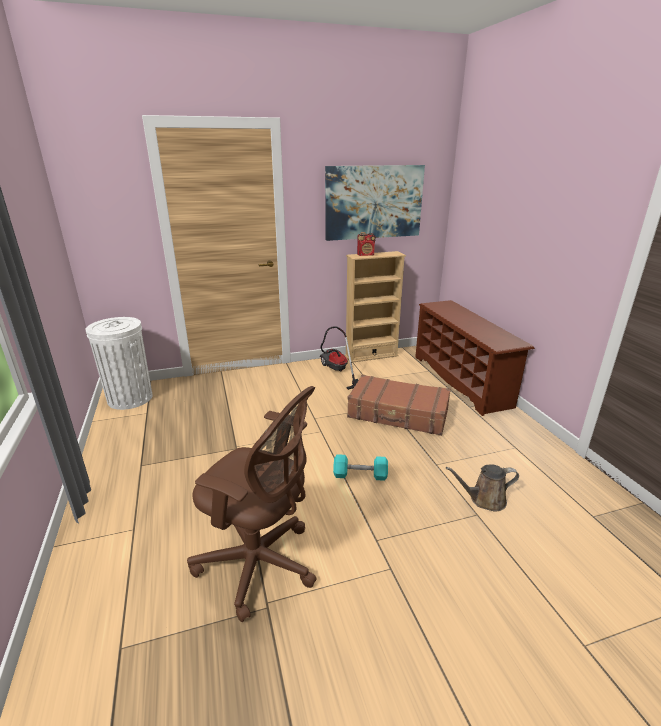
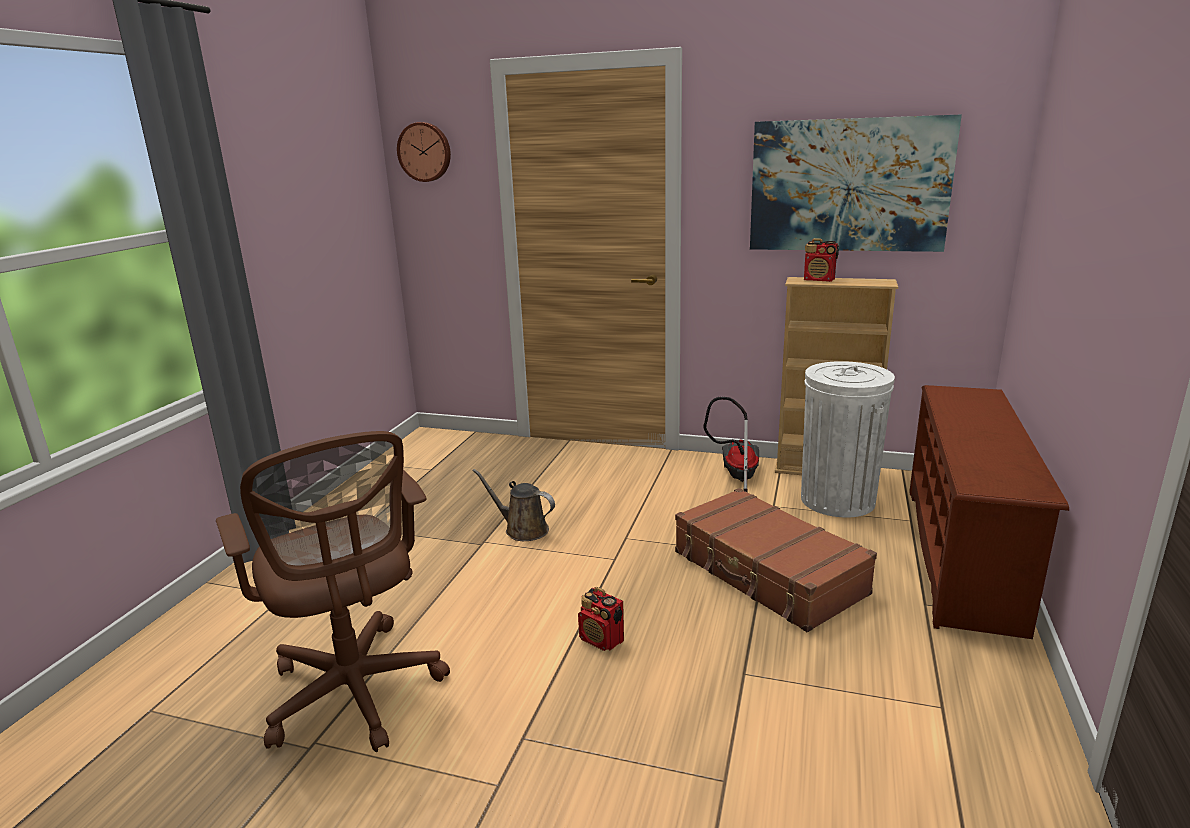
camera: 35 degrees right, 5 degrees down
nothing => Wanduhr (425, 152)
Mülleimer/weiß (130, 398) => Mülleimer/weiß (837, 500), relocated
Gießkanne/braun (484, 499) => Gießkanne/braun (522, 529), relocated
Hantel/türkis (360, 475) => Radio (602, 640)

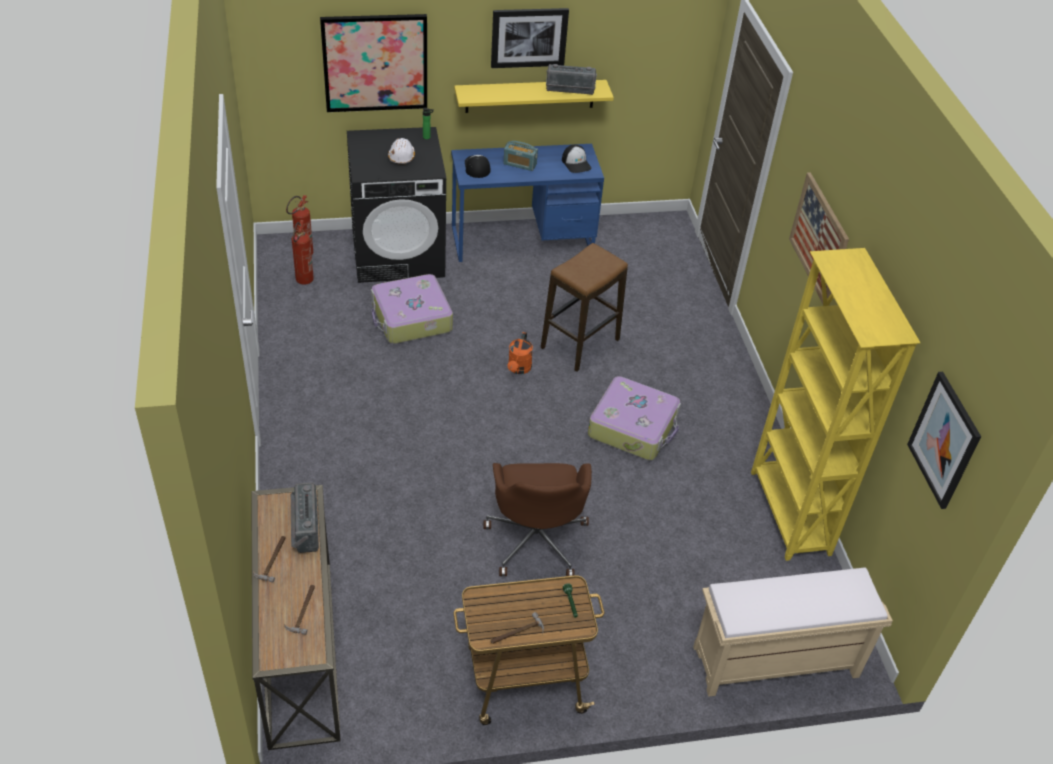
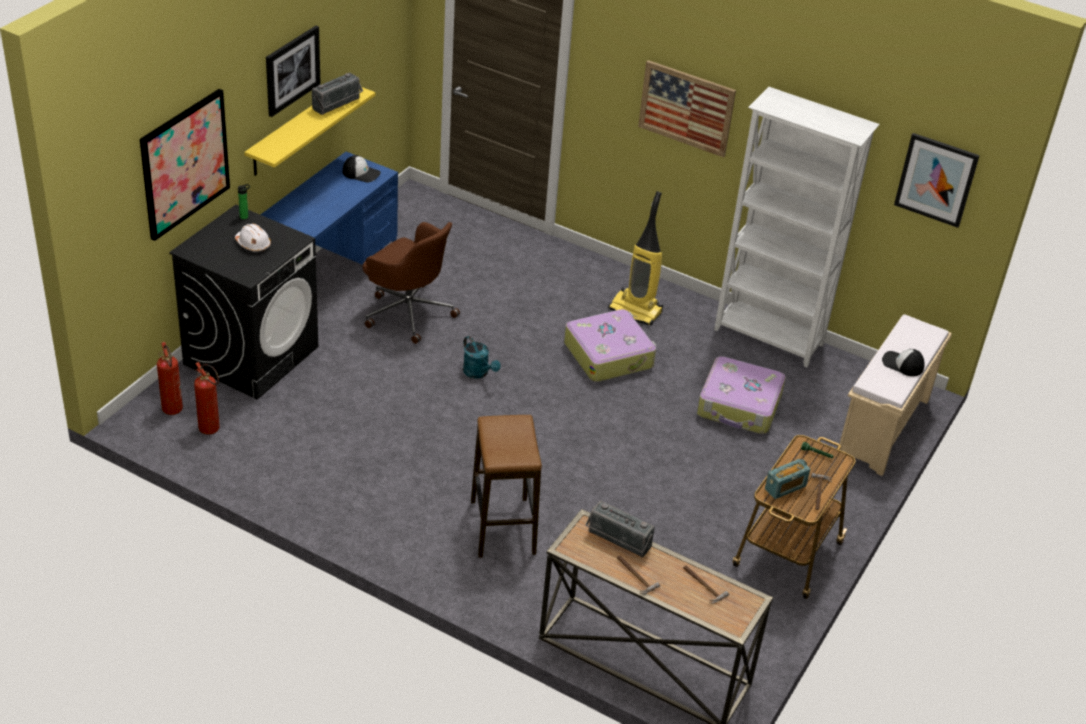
camera: 50 degrees left, 5 degrees down
nothing => Staubsauger (636, 310)
Koffer (411, 318) => Koffer (739, 406), relocated
Kappe (476, 167) => Kappe (902, 364), relocated
Bürostuhl/braun (536, 539) => Bürostuhl/braun (408, 312), relocated
Radio (520, 164) => Radio (785, 487), relocated
Hocker (580, 344) => Hocker (502, 527), relocated
Gießkanne/orange (518, 369) => Gießkanne/türkis (478, 373)
Bücherregal/gelb (789, 513) => Bücherregal/weiß (769, 338)

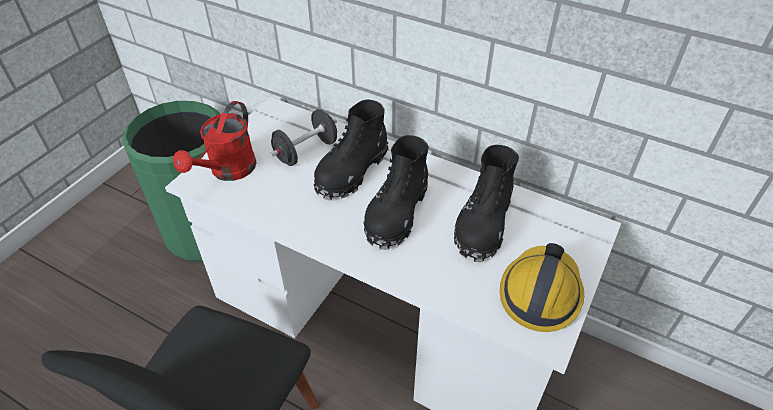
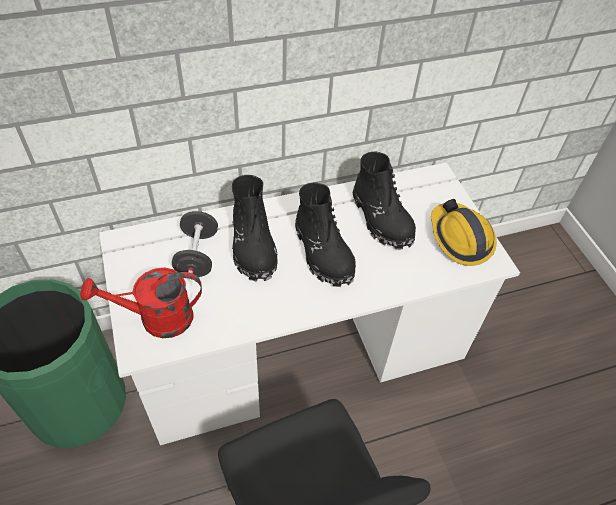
camera: 50 degrees left, 5 degrees up
Gießkanne/rot (228, 171) => Gießkanne/rot (156, 319), 105 degrees clockwise

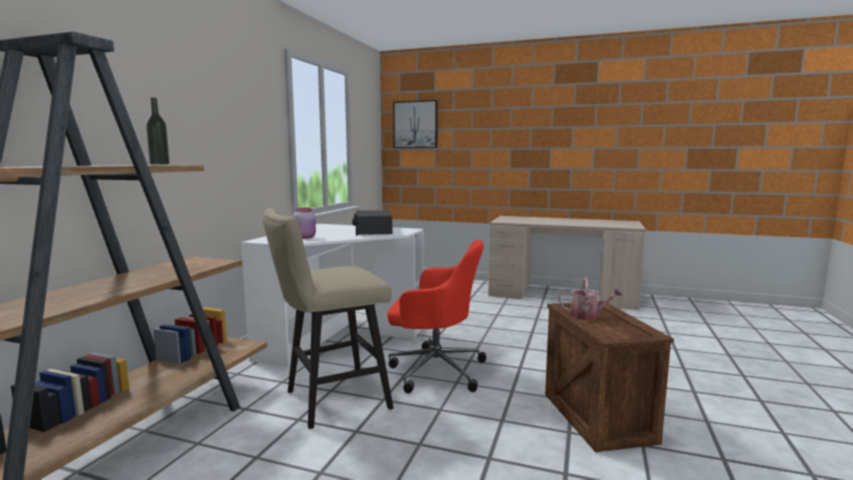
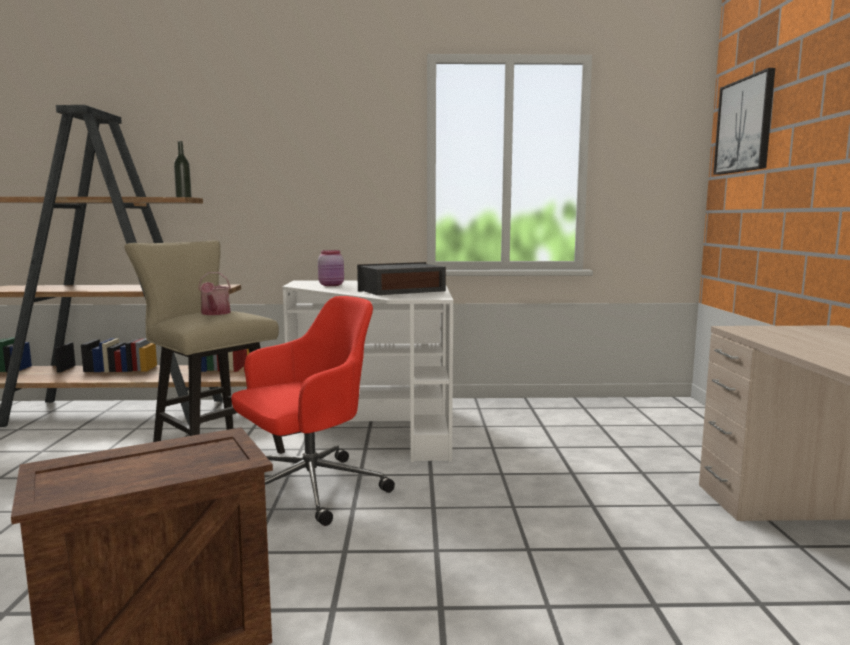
camera: 70 degrees right, 0 degrees up
Gießkanne (588, 316) => Gießkanne (215, 313), relocated
Bürostuhl/rot (434, 370) => Bürostuhl/rot (308, 489), 120 degrees counterclockwise

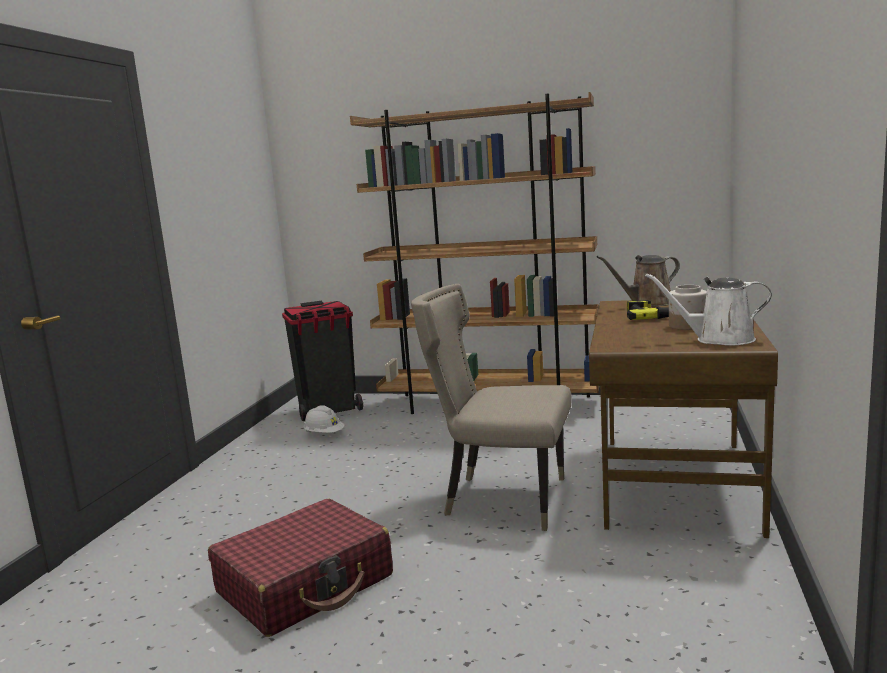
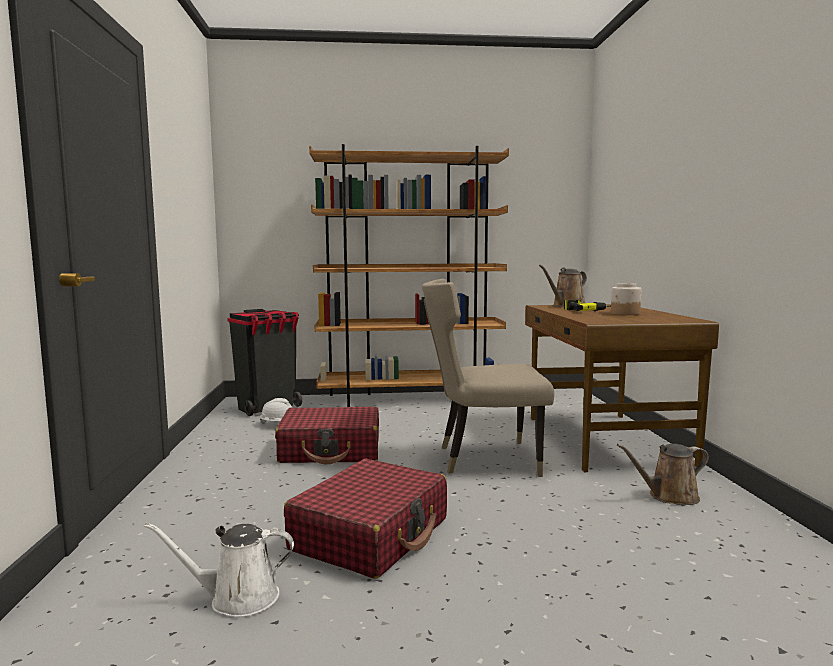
camera: 20 degrees left, 5 degrees down
nothing => Koffer/rot (331, 450)
nothing => Gießkanne/braun (669, 496)
Gießkanne/weiß (718, 340) => Gießkanne/weiß (237, 598), relocated

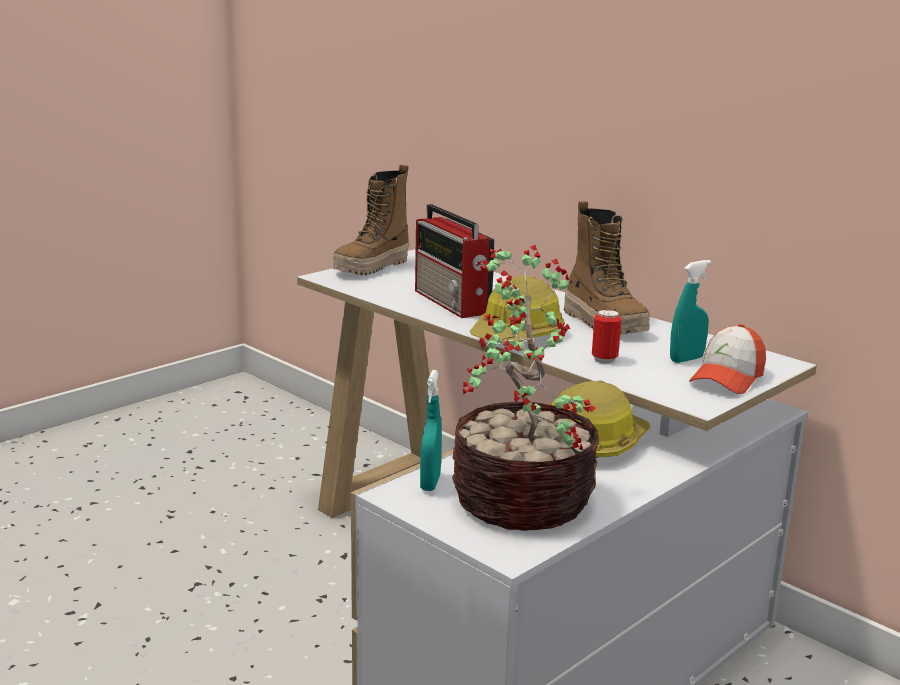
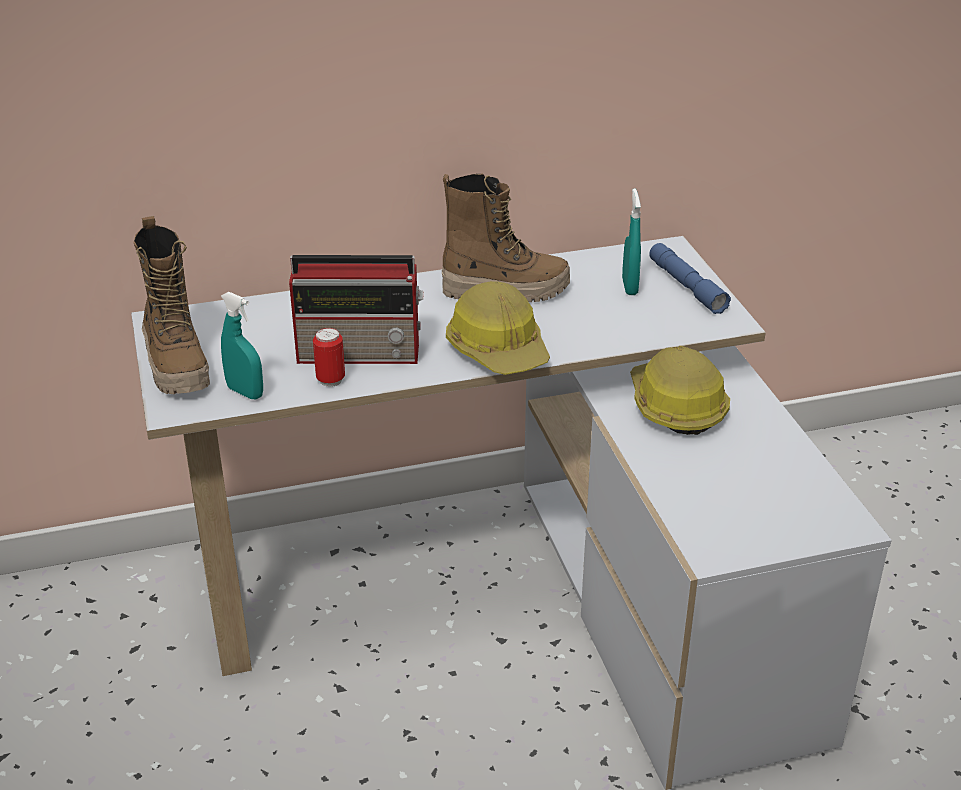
camera: 60 degrees left, 15 degrees up
Topfpflanze (519, 497) => nothing
Sprühflasche/türkis (430, 483) => Sprühflasche/türkis (245, 392), relocated
Dose (604, 359) => Dose (330, 380), relocated
Kappe (727, 378) => Taschenlampe/blau (686, 286)

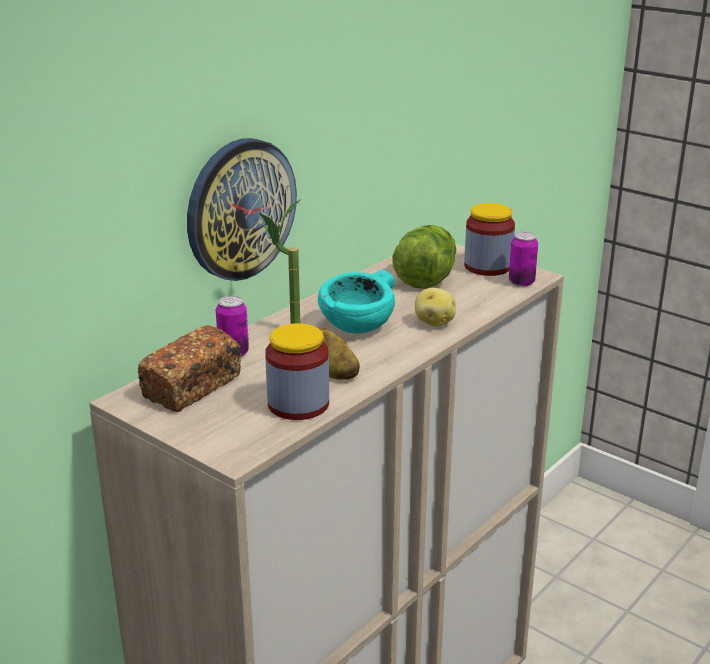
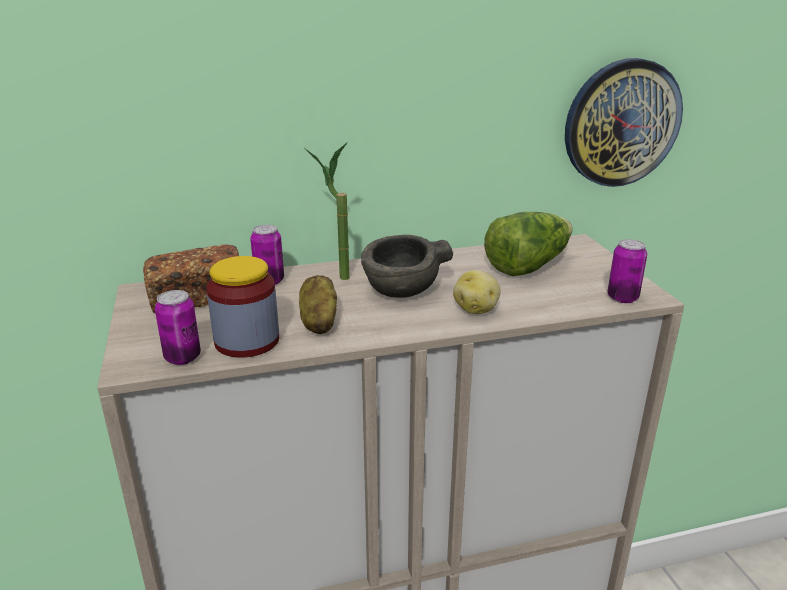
camera: 35 degrees right, 0 degrees up
Vorratsglas (487, 266) => nothing
nothing => Dose (182, 357)
Wanduhr (240, 209) => Wanduhr (621, 123), relocated
Schüssel/türkis (358, 326) => Schüssel/grau (401, 290)

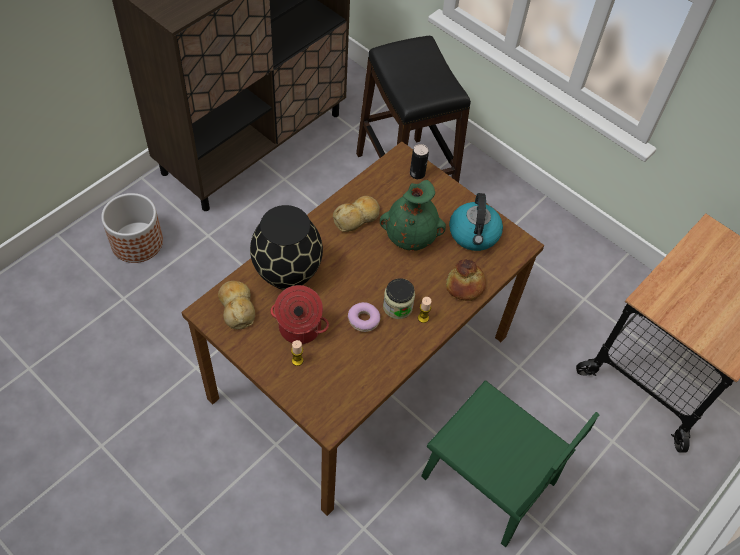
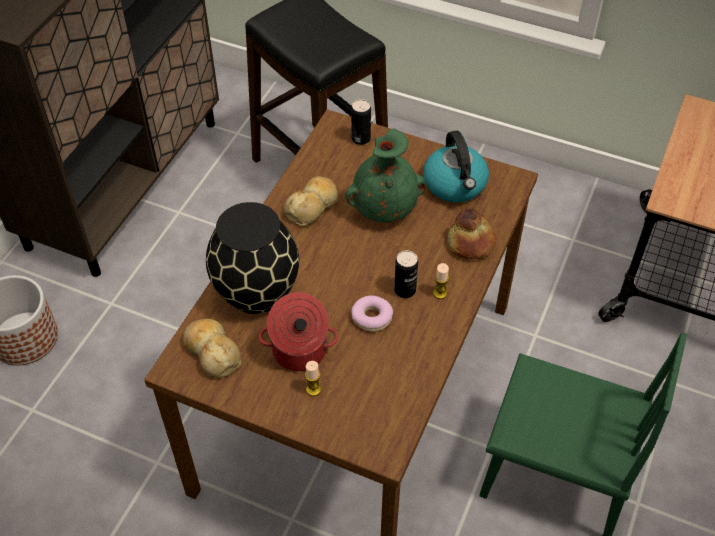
camera: 15 degrees left, 5 degrees down
Vorratsglas (397, 306) => Dose (405, 290)

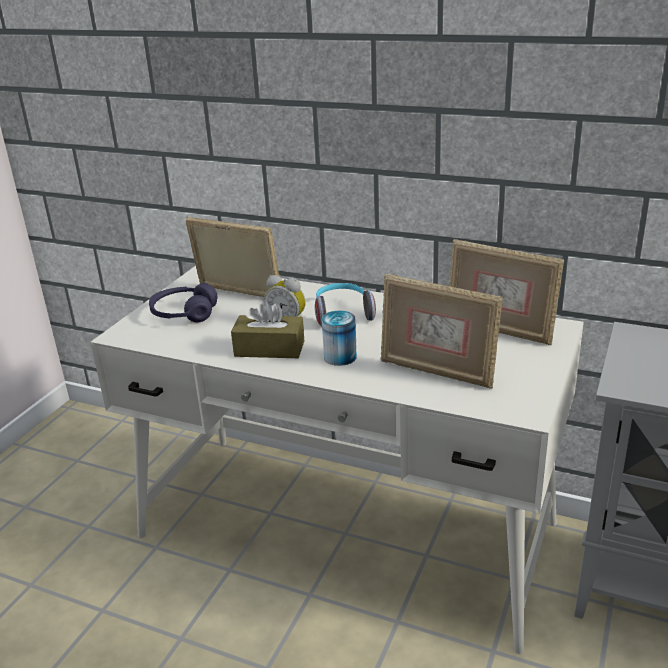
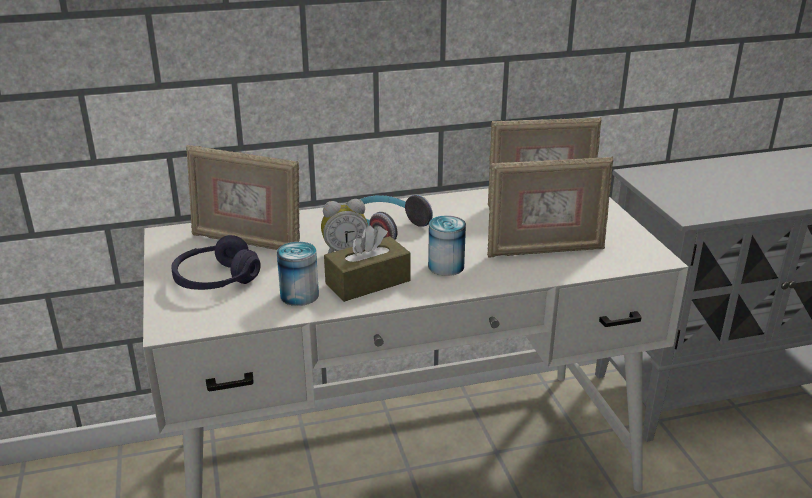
camera: 40 degrees left, 0 degrees up
nothing => Dose (299, 295)
Bilderrahmen (238, 294) => Bilderrahmen (247, 242), 150 degrees counterclockwise

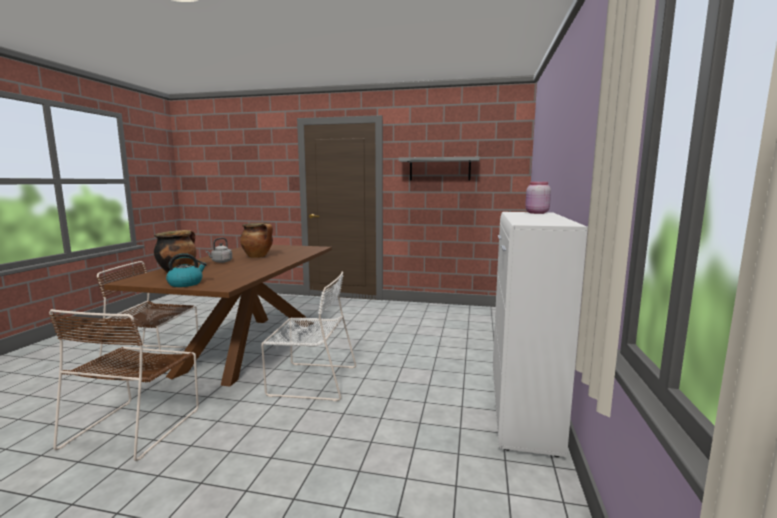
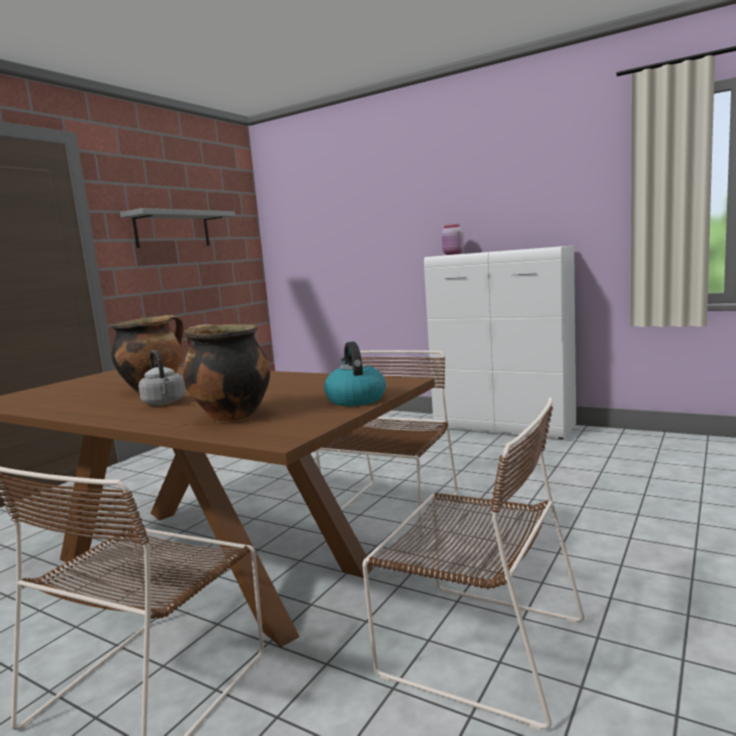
camera: 70 degrees left, 0 degrees up
Stuhl/weiß (310, 380) => Stuhl/braun (391, 509)

